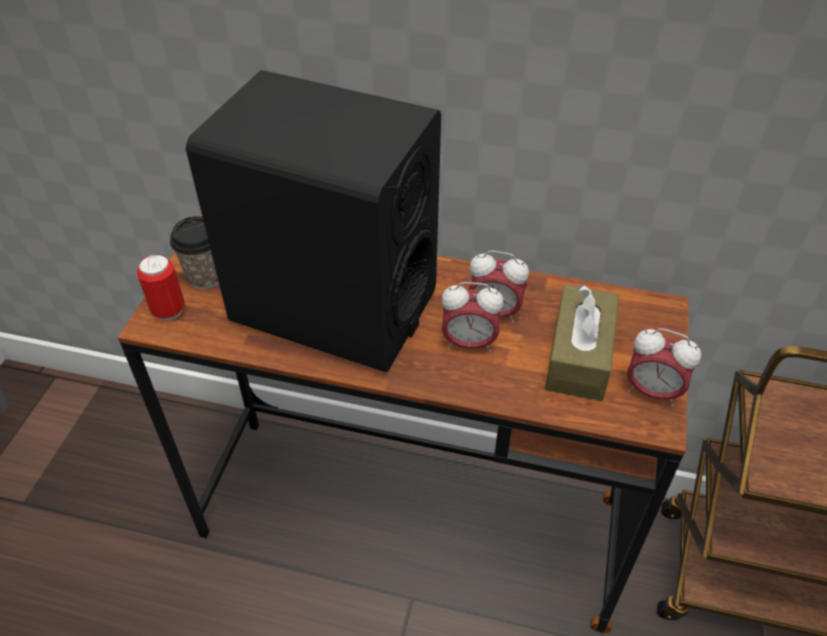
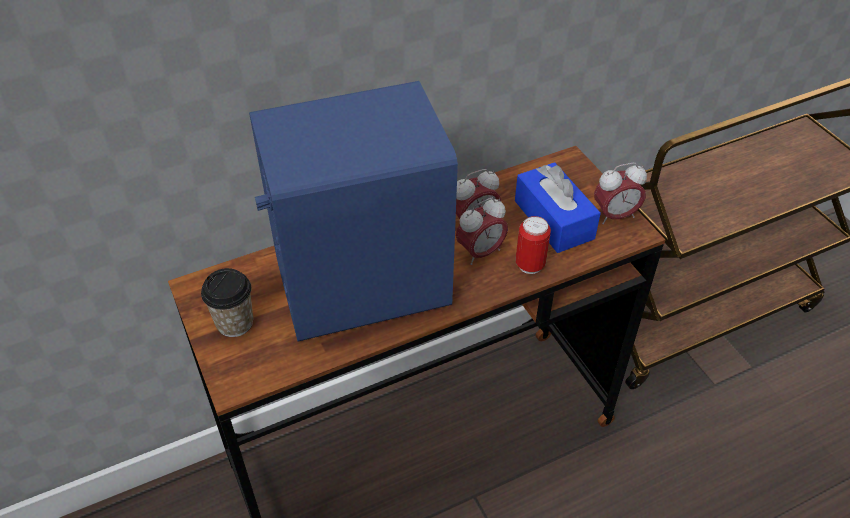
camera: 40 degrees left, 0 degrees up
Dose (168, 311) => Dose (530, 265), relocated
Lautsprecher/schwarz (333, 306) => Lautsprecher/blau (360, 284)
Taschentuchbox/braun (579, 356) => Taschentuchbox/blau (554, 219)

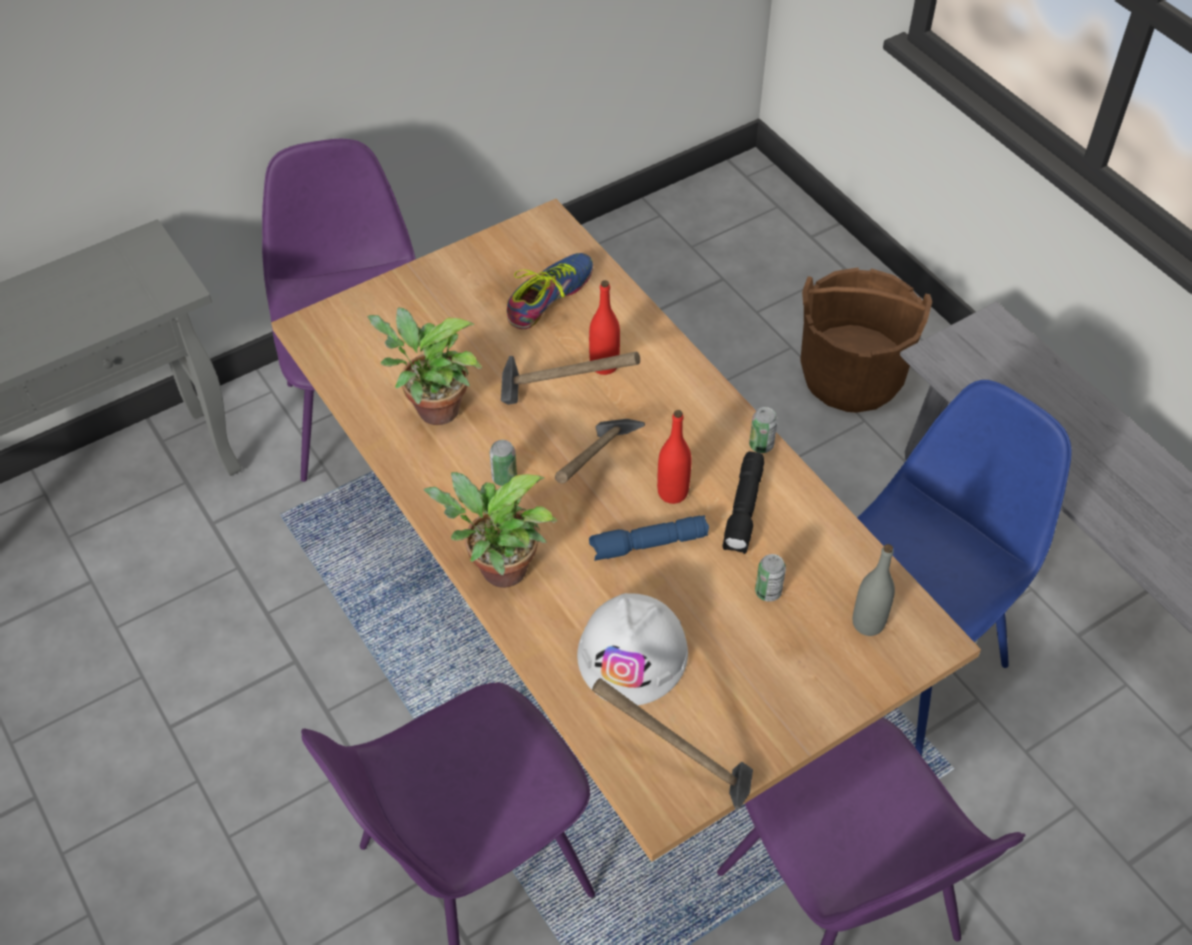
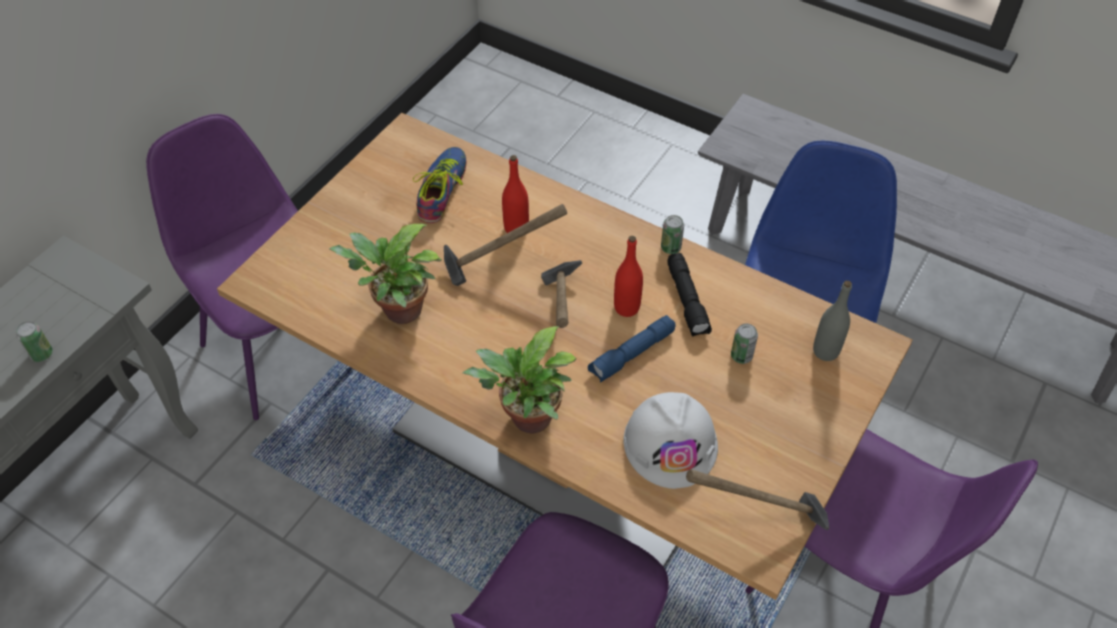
camera: 25 degrees left, 0 degrees up
Eimer/braun (851, 376) => nothing
Dose (504, 478) => Dose (42, 354), relocated

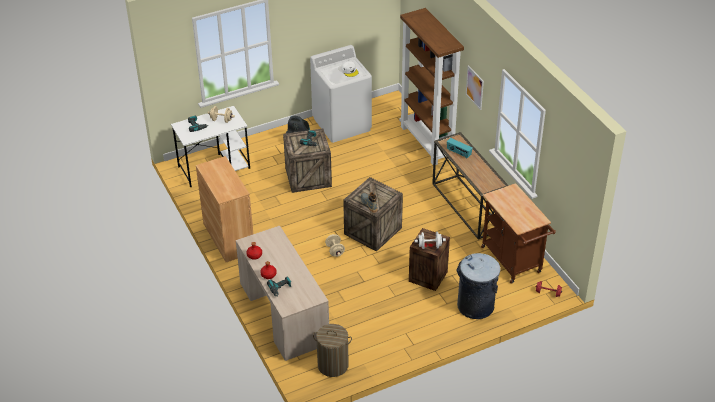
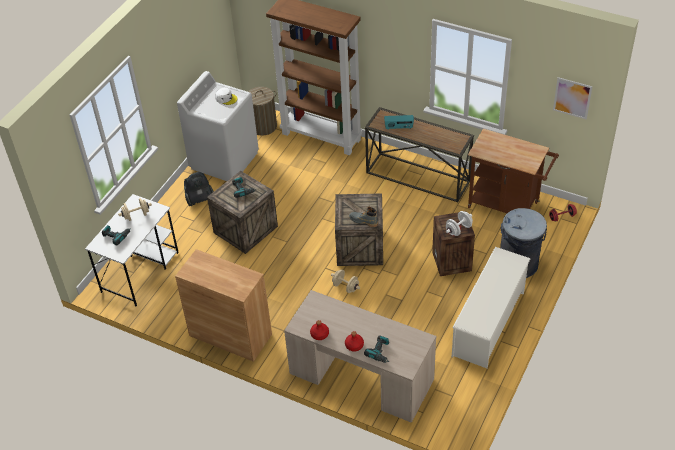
camera: 35 degrees left, 5 degrees up
nothing => Schuhregal/weiß (489, 323)
Wäschekorb (333, 365) => Wäschekorb (263, 126), relocated
Bild (474, 87) => Bild (572, 98), relocated

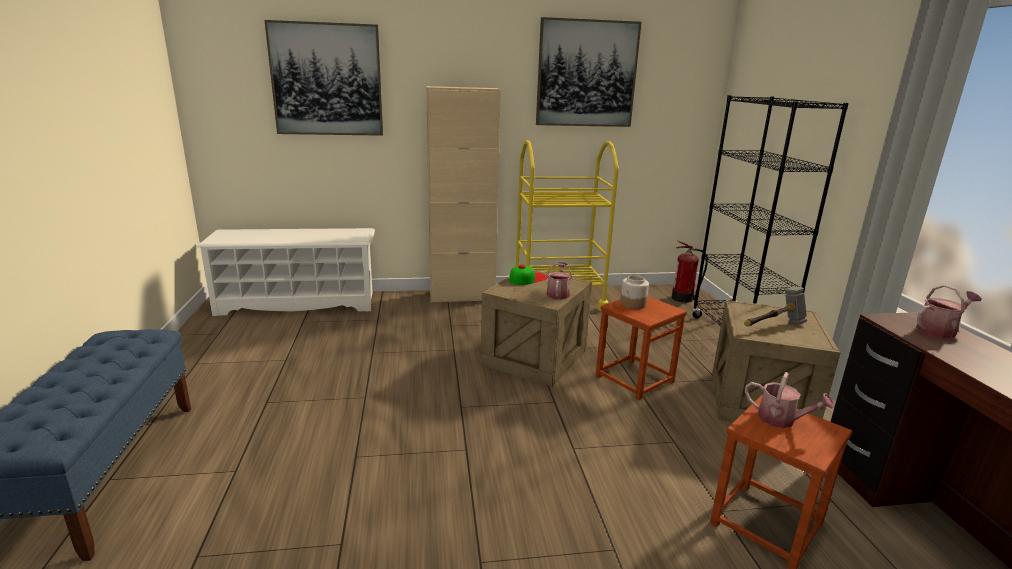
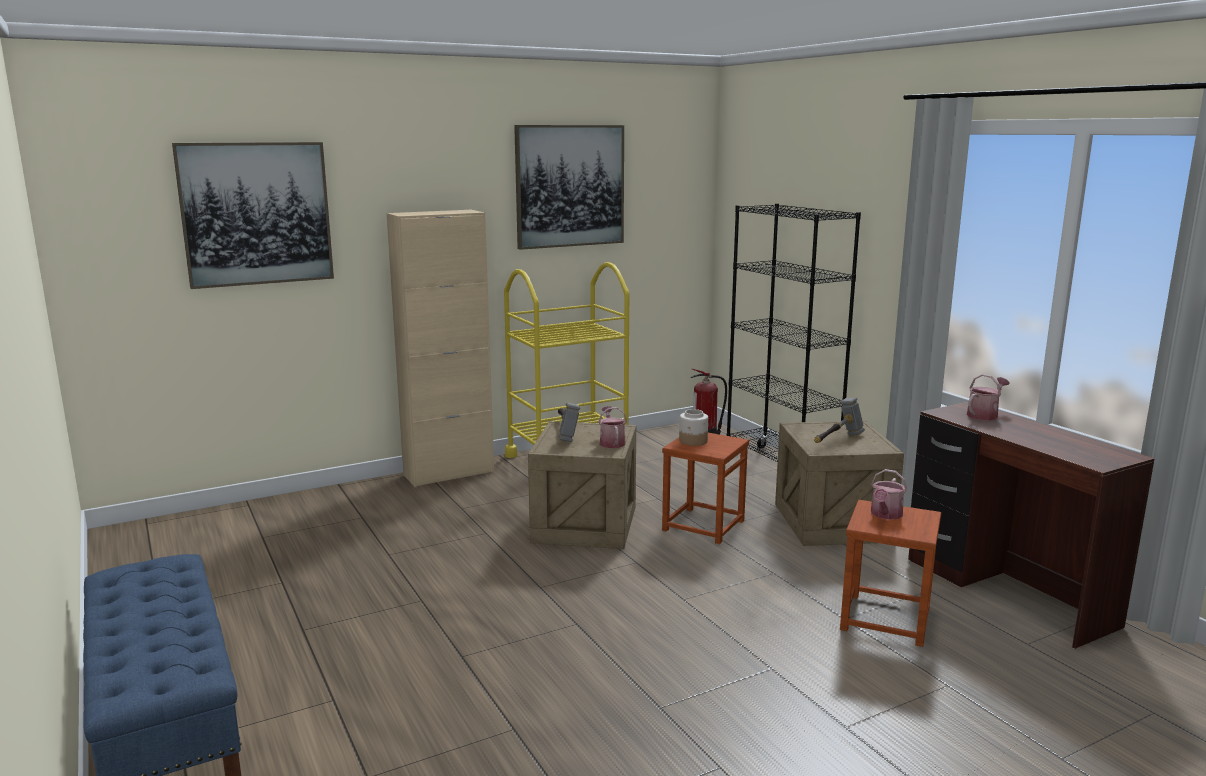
camera: 20 degrees left, 5 degrees down
Schuhregal/weiß (298, 303) => nothing
Kappe (528, 278) => Hammer (565, 432)
Gießkanne (781, 420) => Gießkanne (885, 515), 105 degrees clockwise

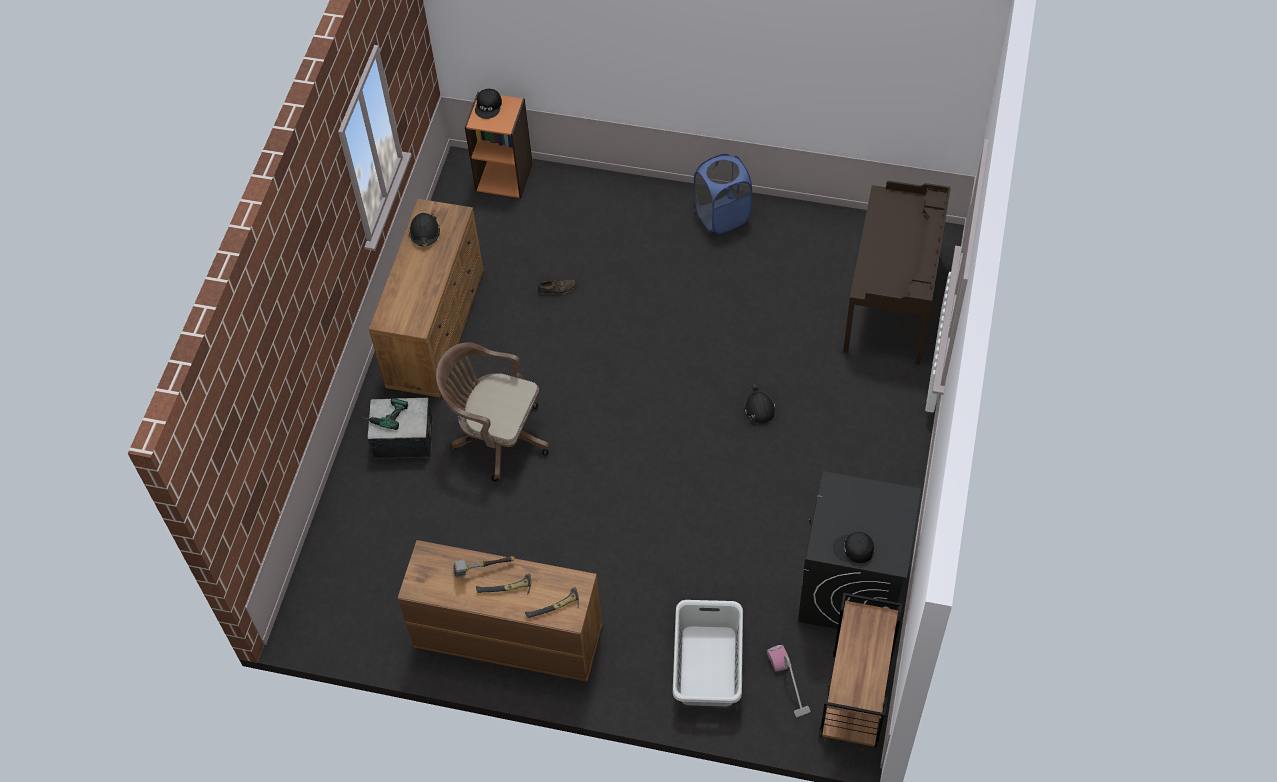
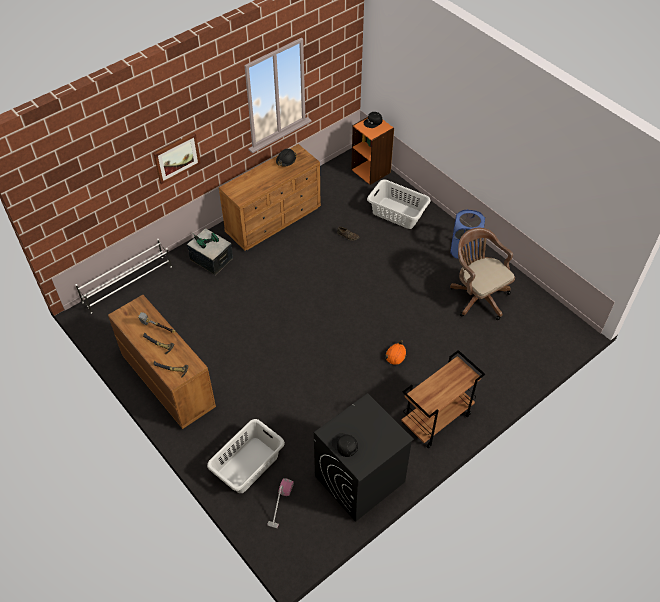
camera: 35 degrees right, 5 degrees down
Schreibtisch/braun (892, 302) => nothing
nothing => Schuhregal/weiß (128, 284)
nothing => Bild (177, 158)
nothing => Wäschekorb/grau (397, 213)
Bürostuhl/braun (496, 437) => Bürostuhl/braun (477, 296), relocated
Rollwagen/braun (855, 700) => Rollwagen/braun (436, 420), relocated
Schutzhelm/schwarz (759, 408) => Schutzhelm/orange (396, 355)

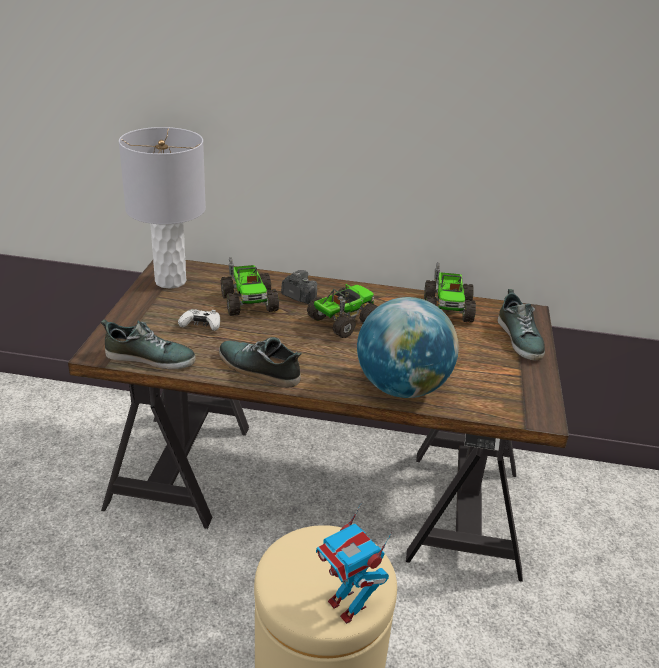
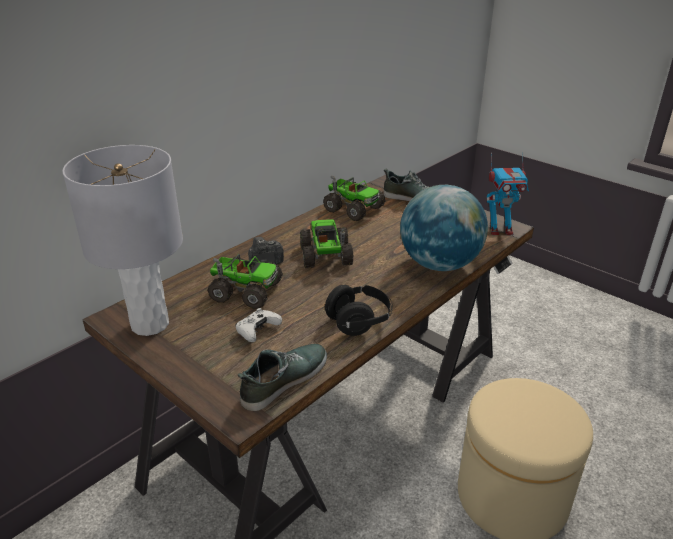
camera: 55 degrees left, 0 degrees up
Spielzeugroboter (347, 606) => Spielzeugroboter (500, 230), relocated
Schuh (258, 369) => Kopfhörer/schwarz (359, 321)

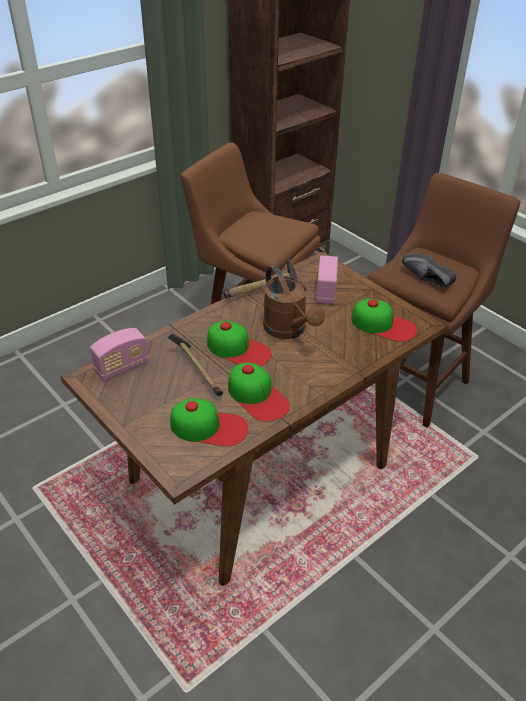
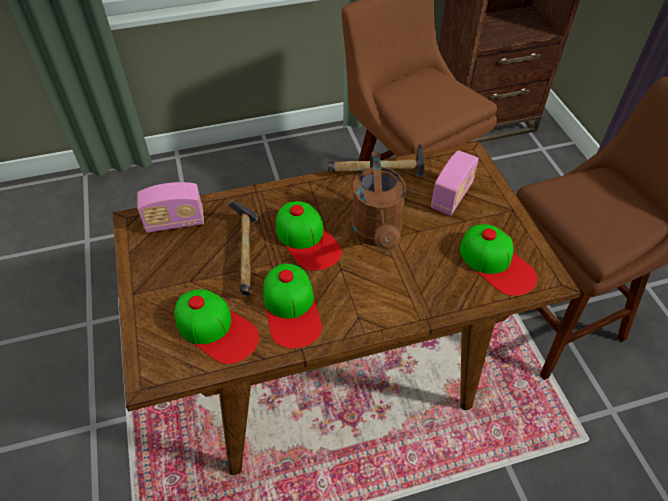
camera: 25 degrees right, 10 degrees up
Schuh/schwarz (425, 280) => nothing

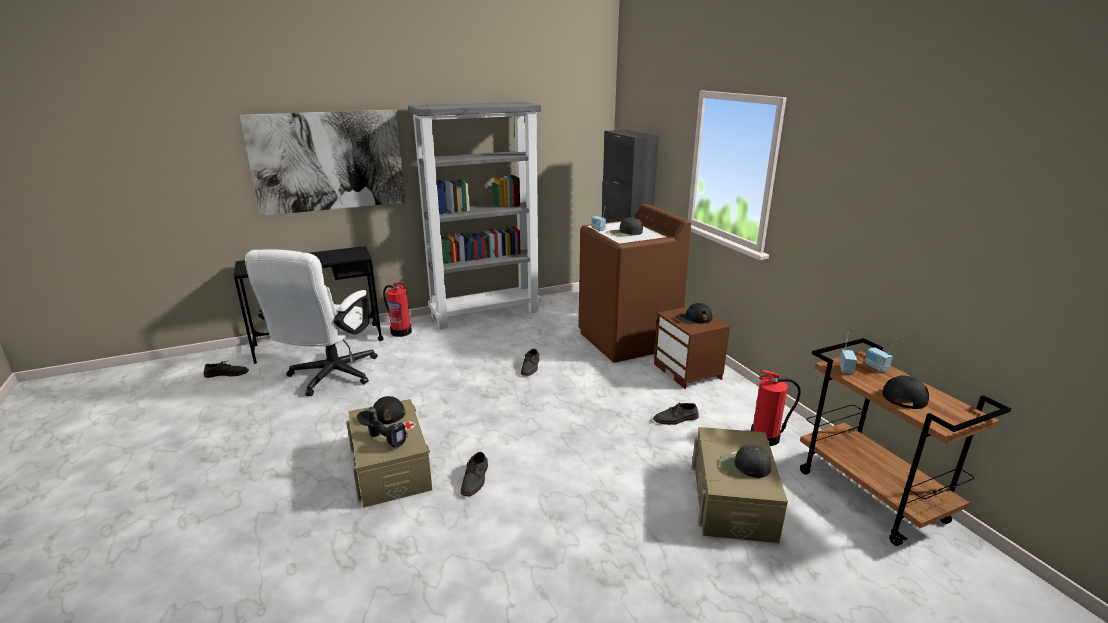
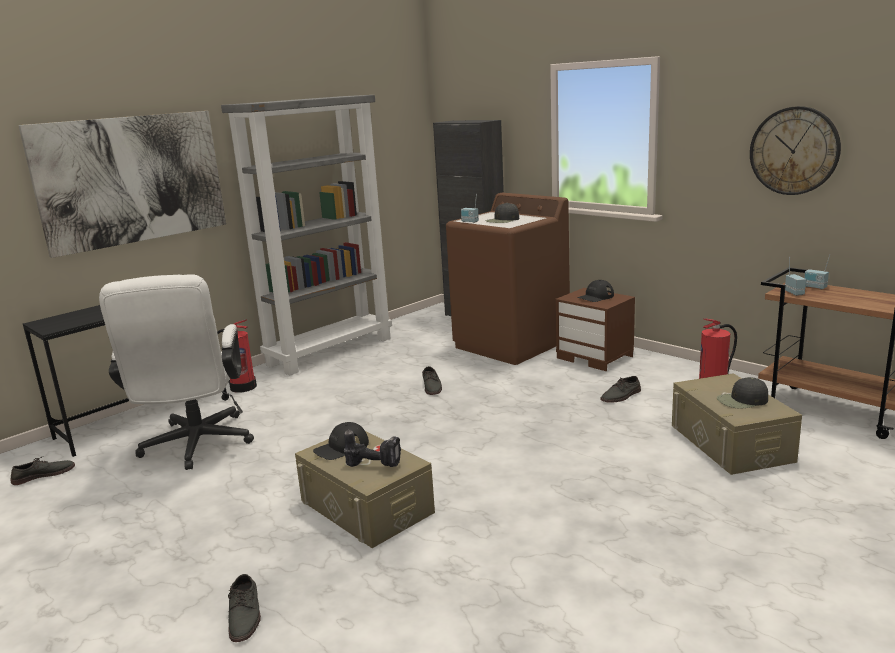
camera: 20 degrees left, 5 degrees down
Kappe/schwarz (905, 394) => nothing
nothing => Wanduhr (794, 151)
Schuh/grau (475, 479) => Schuh/grau (245, 615), relocated

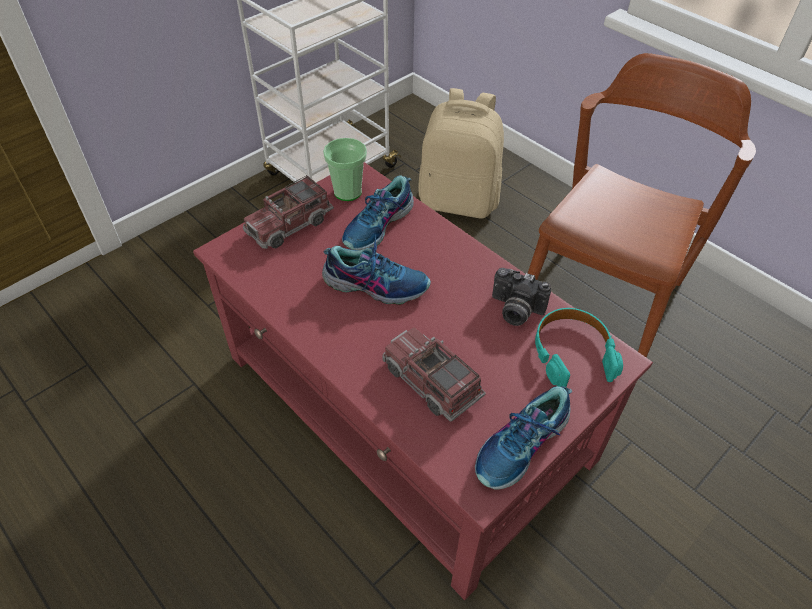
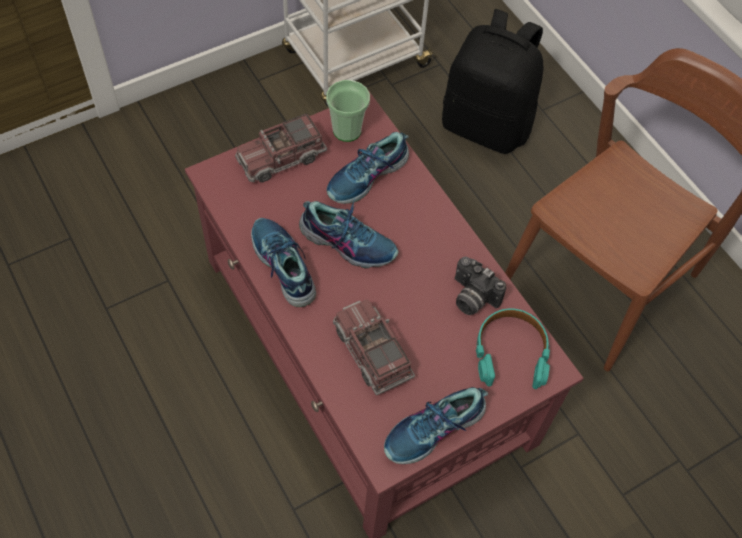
camera: 10 degrees right, 10 degrees up
nothing => Schuh (282, 266)
Rucksack/beige (459, 201) => Rucksack/schwarz (486, 125)

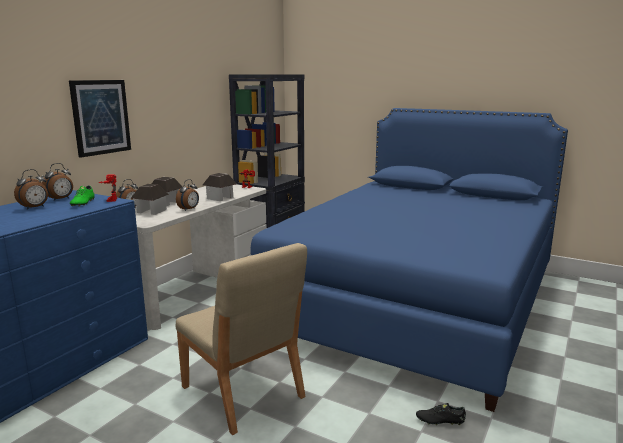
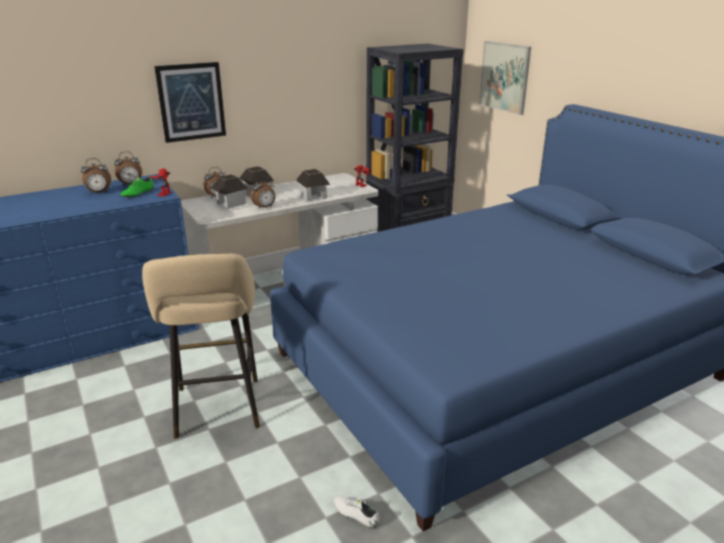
camera: 30 degrees right, 10 degrees up
nothing => Bild (504, 77)
Stuhl/beige (243, 393) => Hocker/beige (218, 411)
Schuh/schwarz (440, 421) => Schuh/weiß (356, 515)

